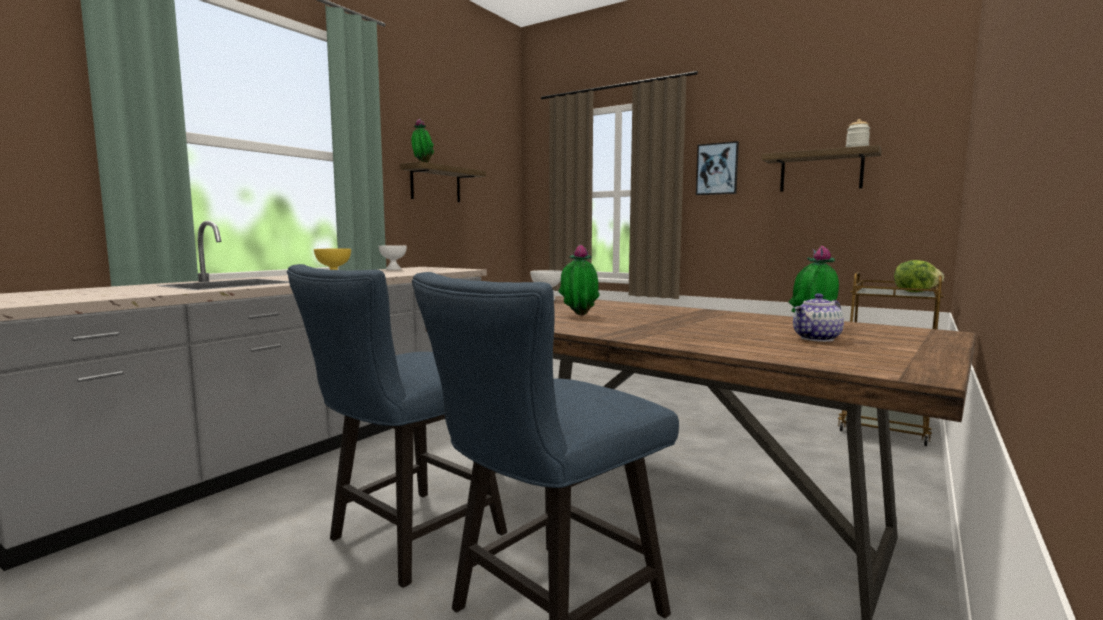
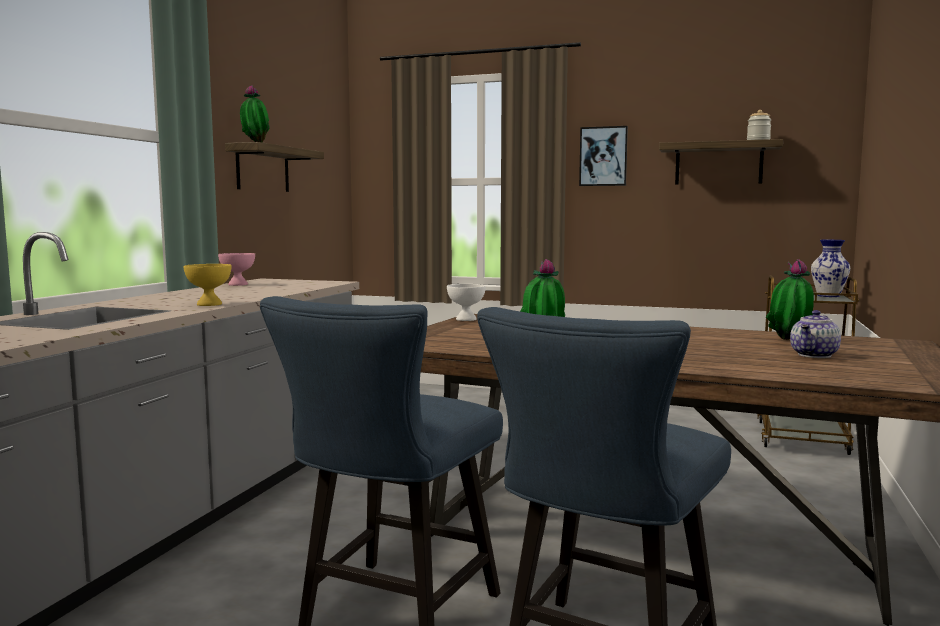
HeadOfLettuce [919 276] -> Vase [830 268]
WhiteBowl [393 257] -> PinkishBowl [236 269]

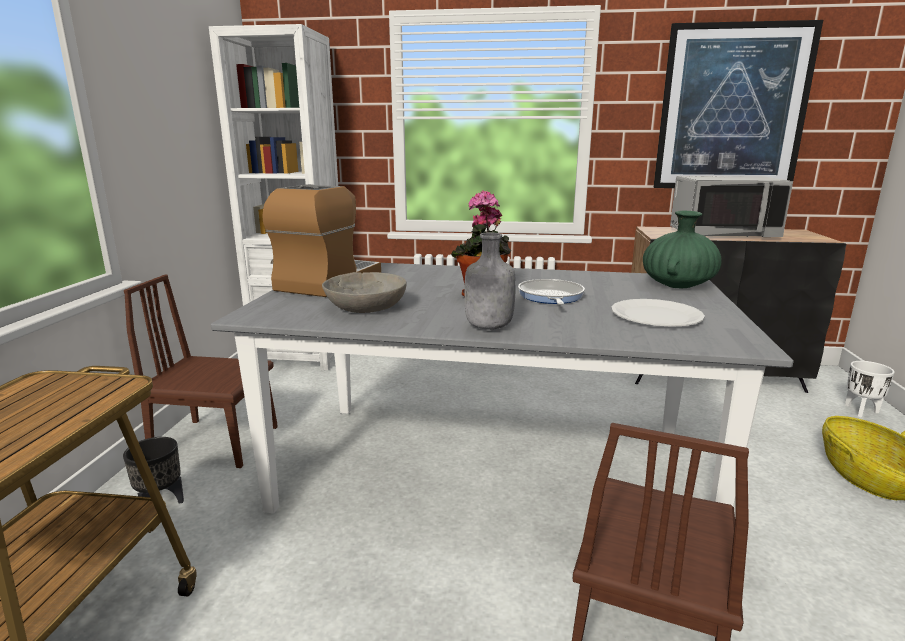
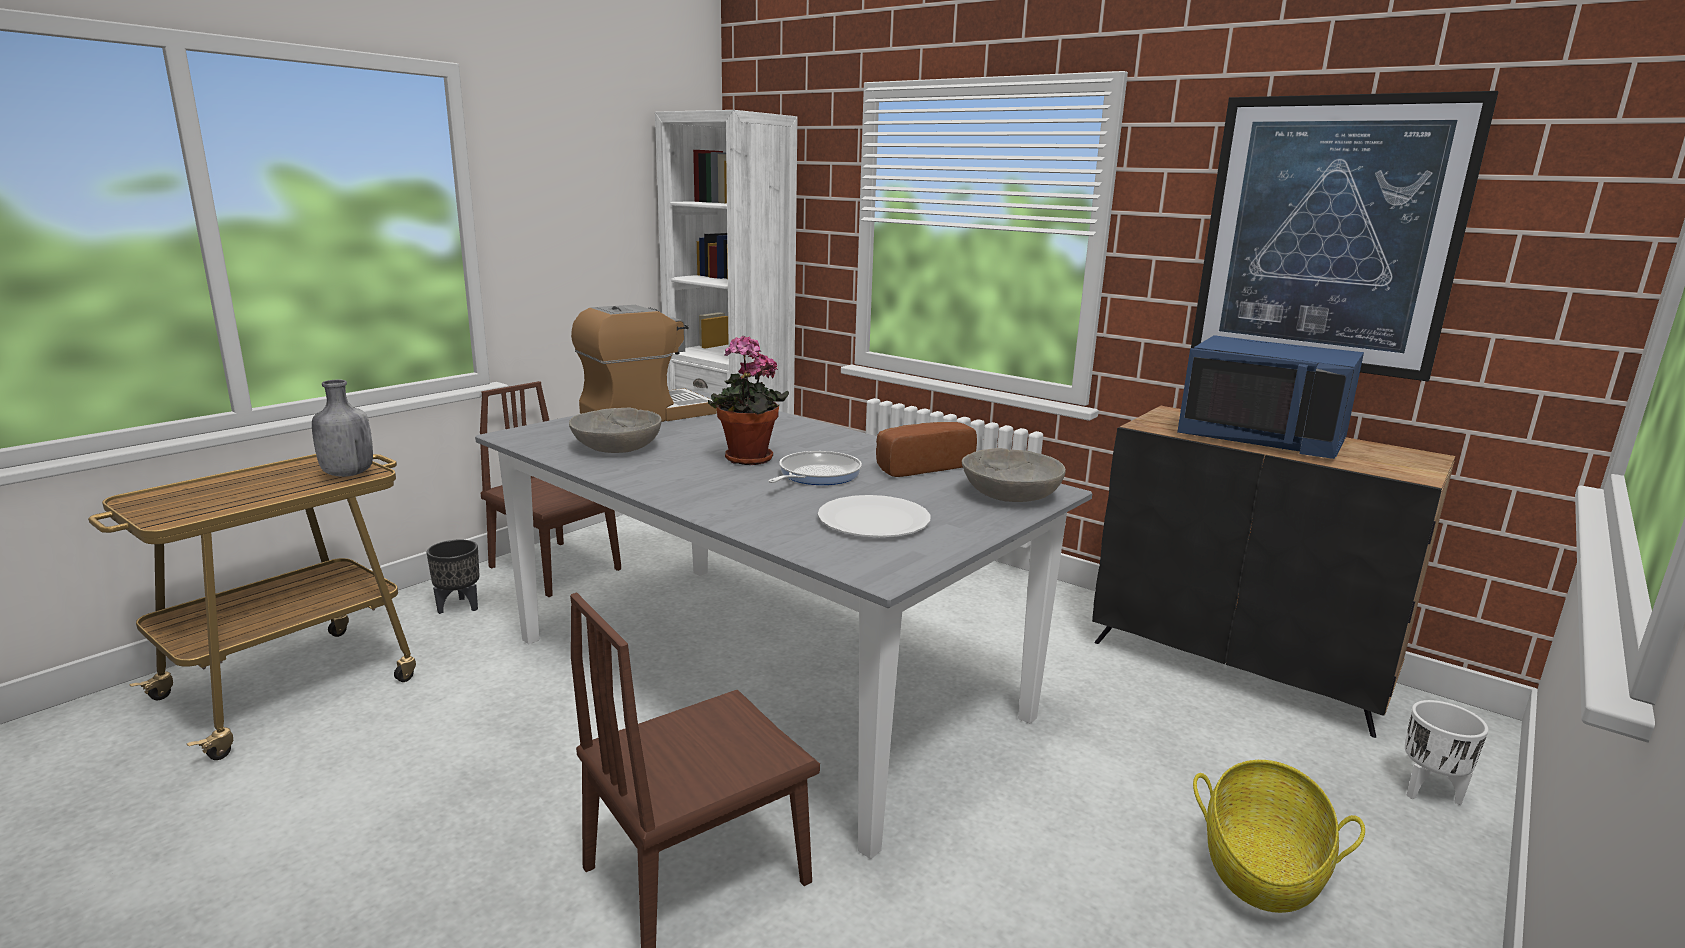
none -> BakedBread [926 449]
GreyishDrinkBottle [490 281] -> GreyishDrinkBottle [342 428], moved
GreenVase [682 249] -> GreyishBowl [1014 475]
GreyishMicrowaveOven [731 206] -> BluishMicrowaveOven [1270 397]

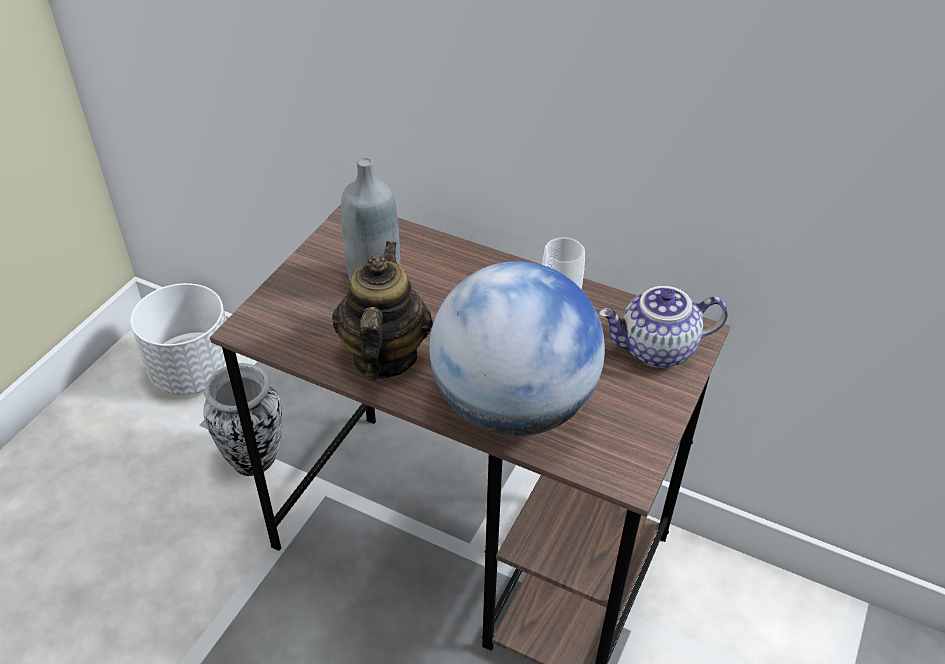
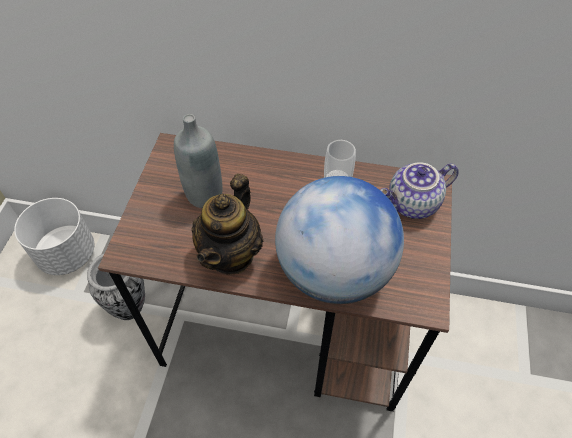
TeaPot [382 311] -> TeaPot [227 224], 150 degrees counterclockwise

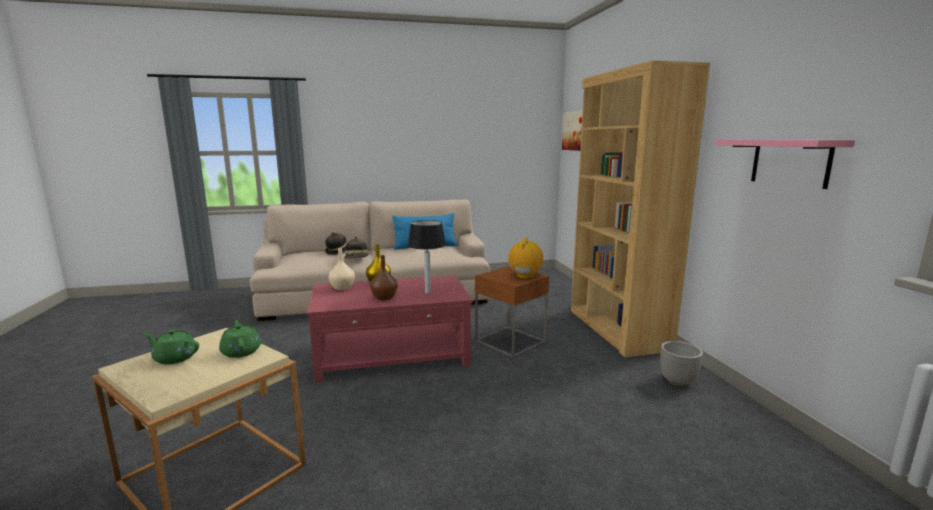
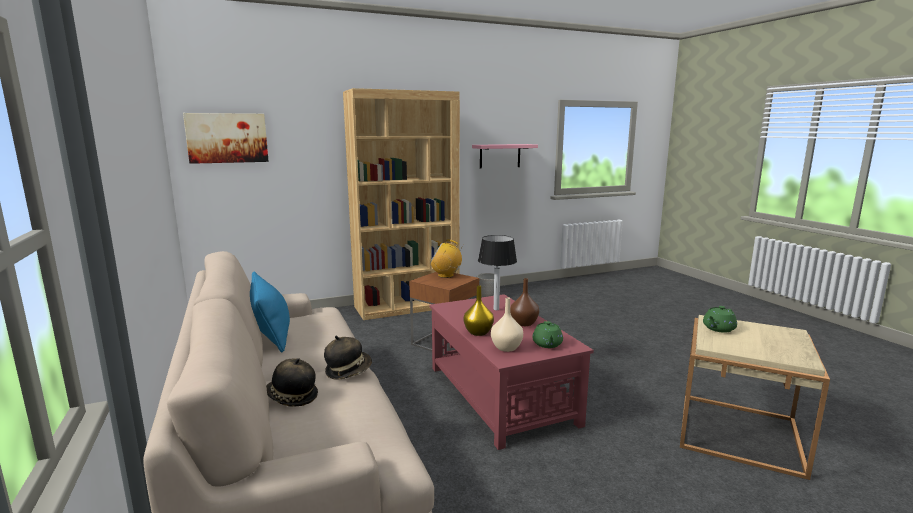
GreenTeaPot [171 347] -> GreenTeaPot [547 334], moved

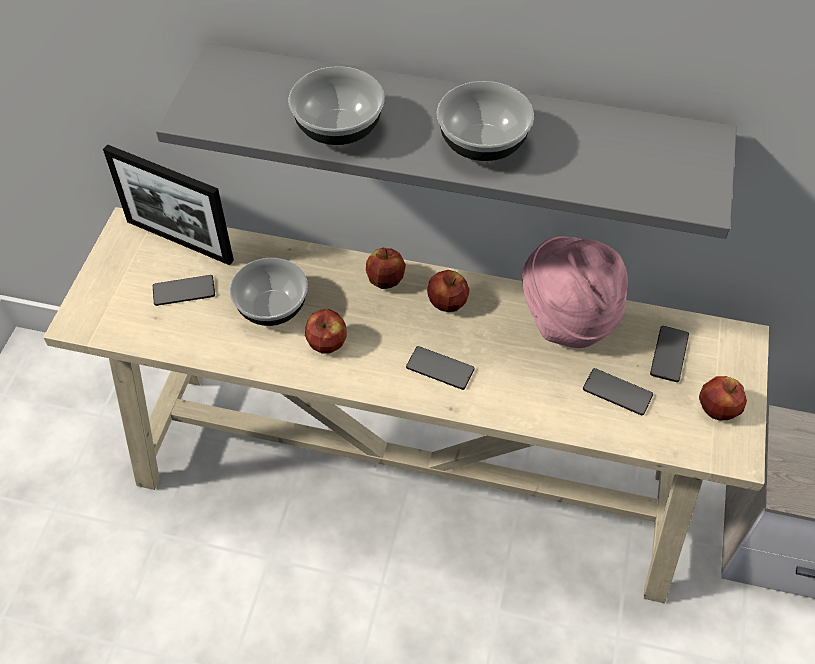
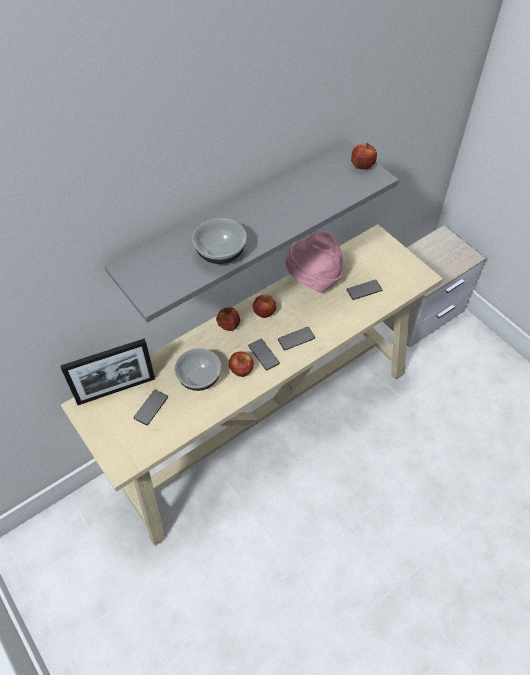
Bowl [485 121] -> none
Telephone [669 354] -> Telephone [264 354], moved
WholeApple [723 398] -> WholeApple [364 156], moved

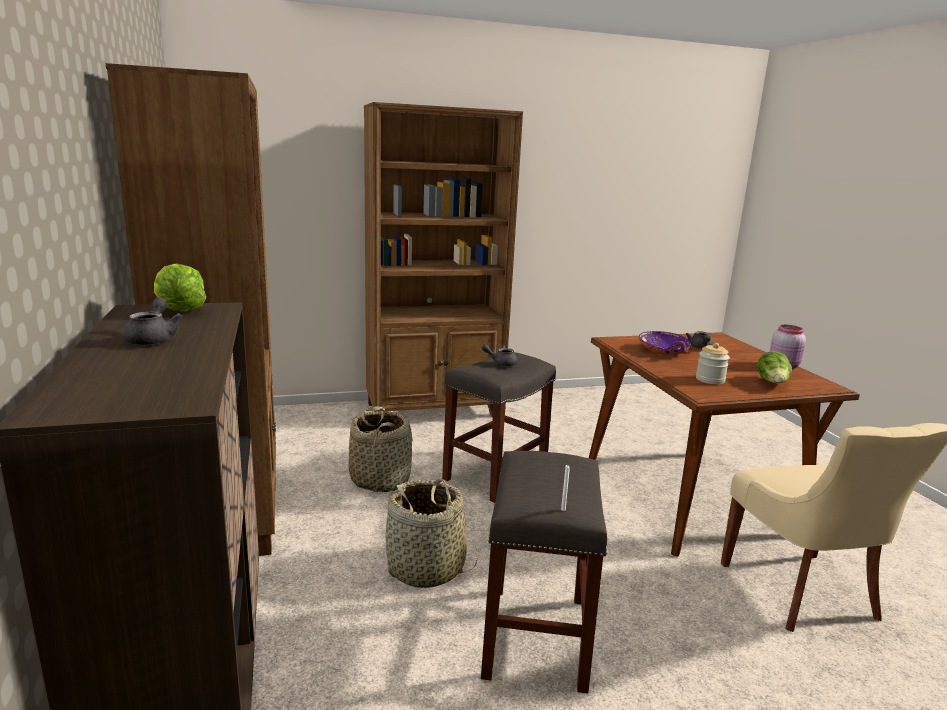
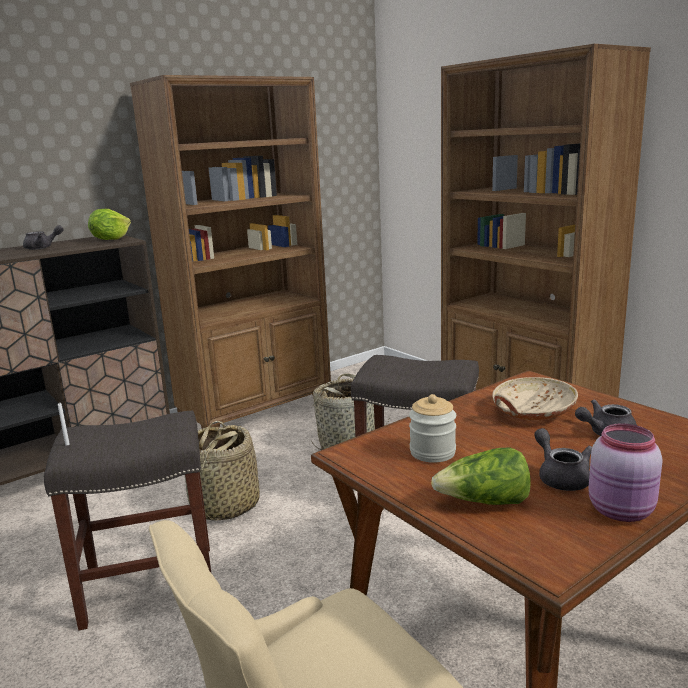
GreyishTeaPot [499 355] -> GreyishTeaPot [563 459], moved
PurplishBowl [665 343] -> BeigeBowl [535 398]

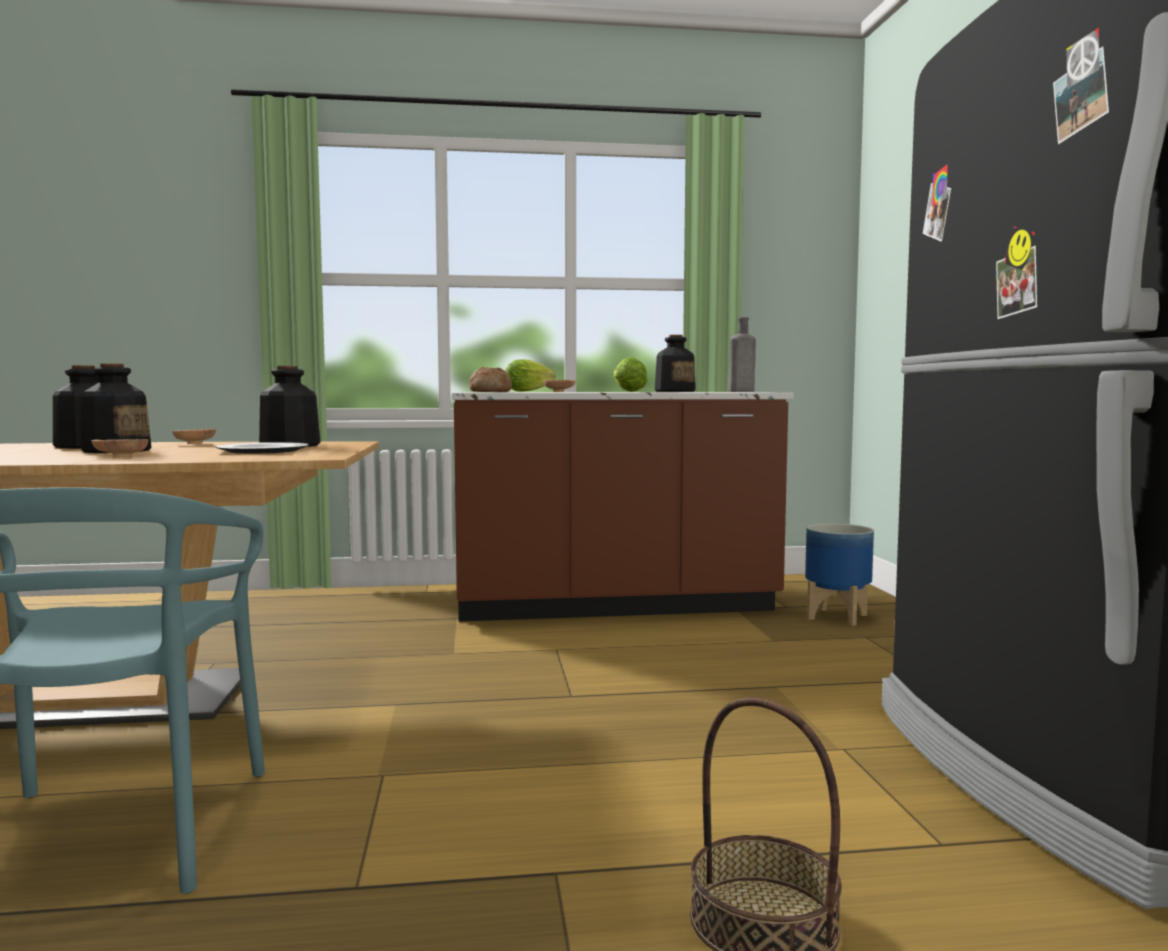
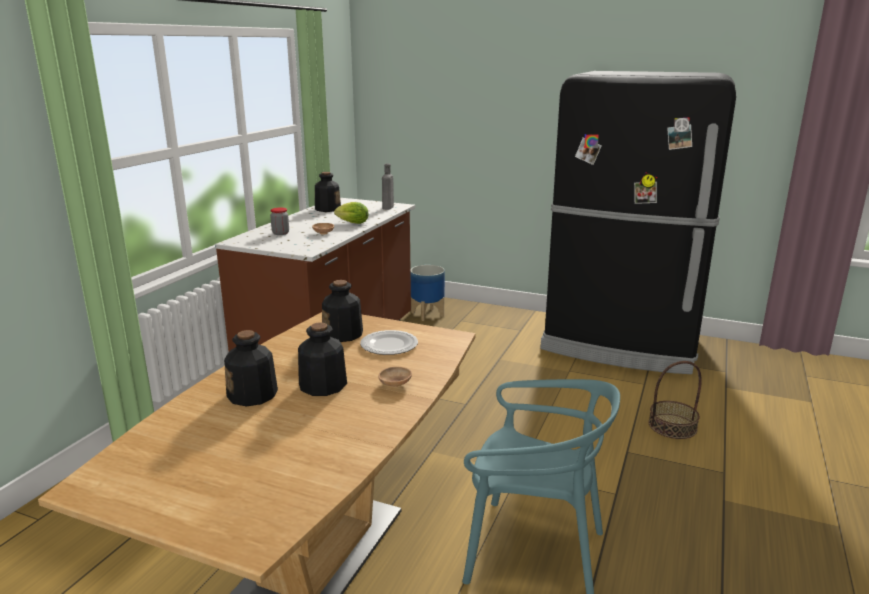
BrownishBowl [194 436] -> none
BakedBread [490 379] -> none
HeadOfLettuce [530 375] -> StorageJar [279 221]

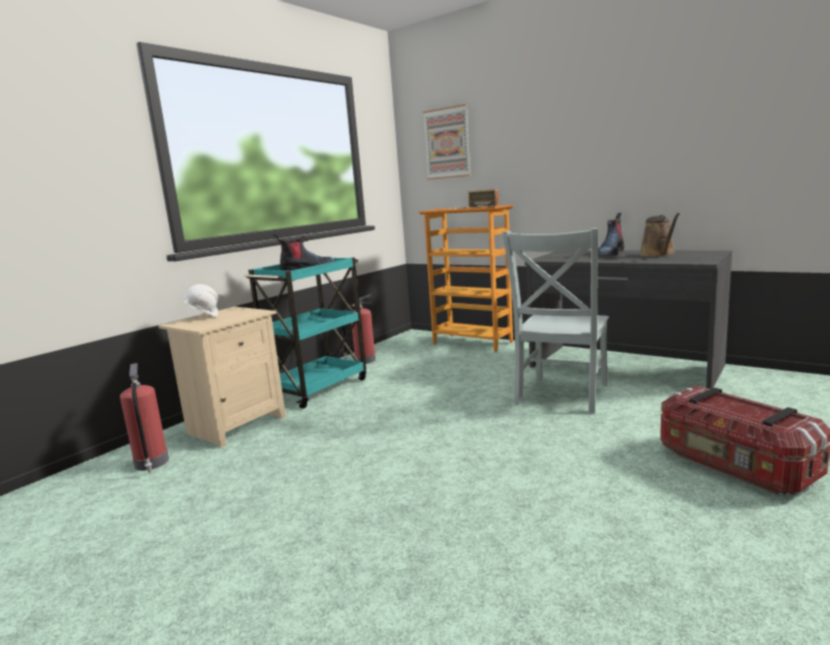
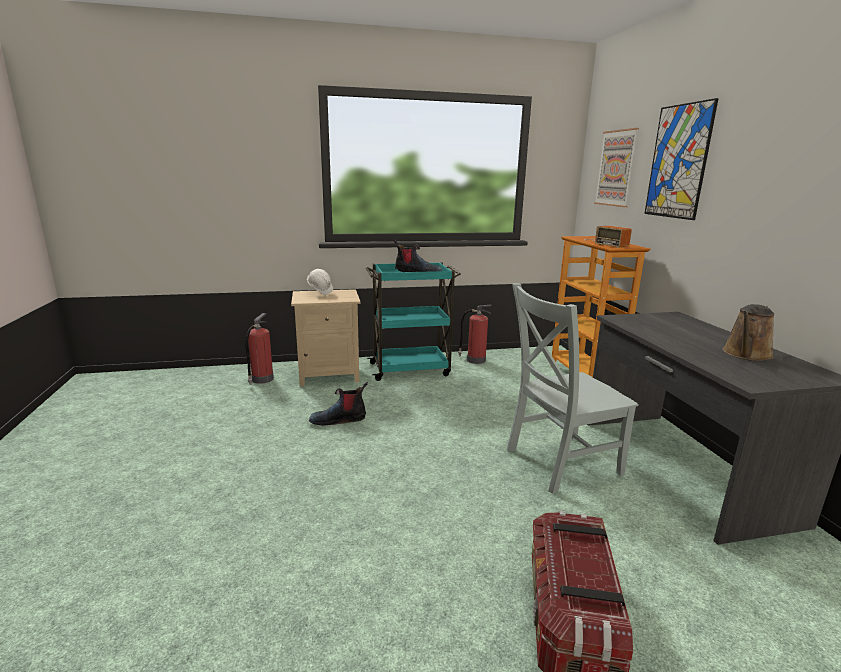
none -> WallPicture [681 159]
TallBoot [611 234] -> TallBoot [338 404], moved

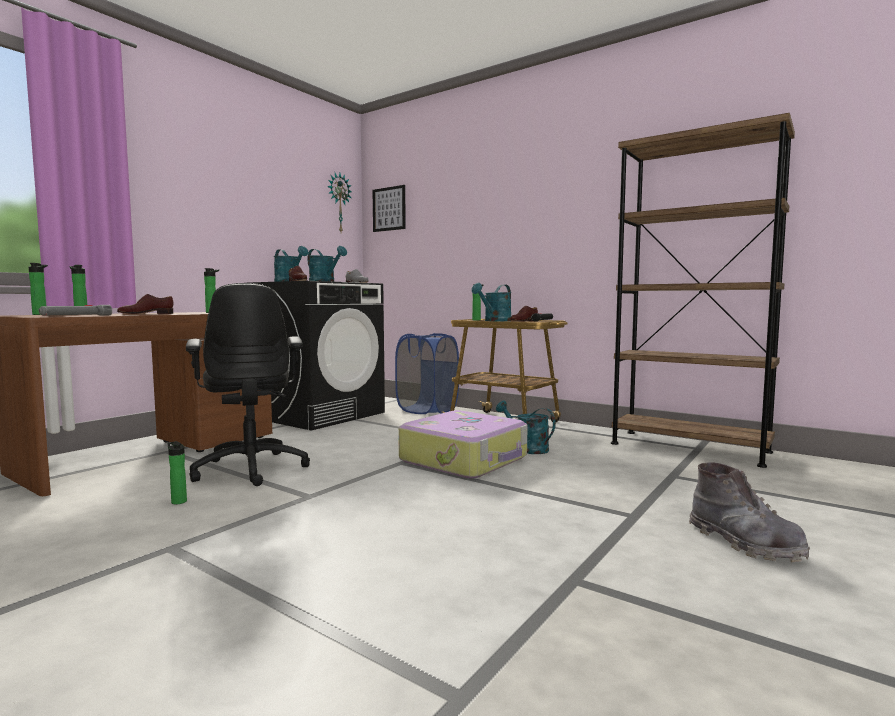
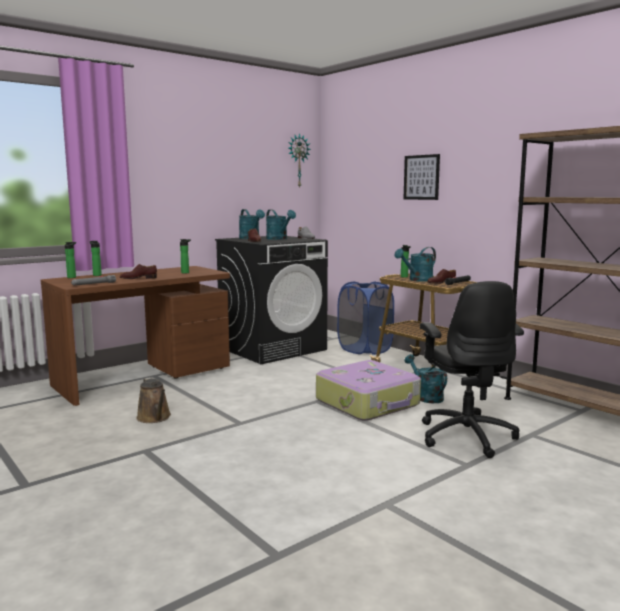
GreyishTallBoot [749 512] -> none
BlackComputerChair [248 384] -> BlackComputerChair [472 369], moved
WallPicture [389 208] -> WallPicture [421 177], moved
DrinkBottle [177 472] -> BrownishWateringPot [153 400]

